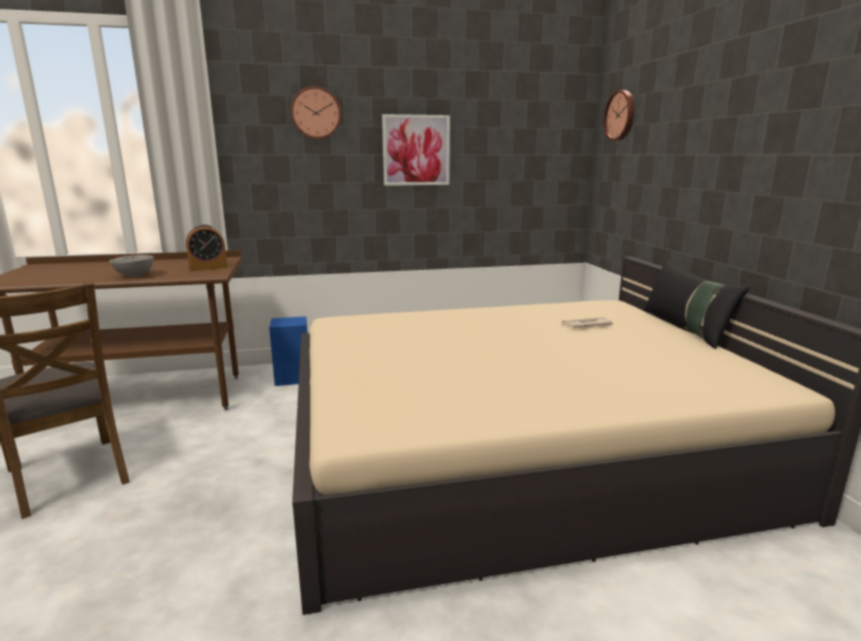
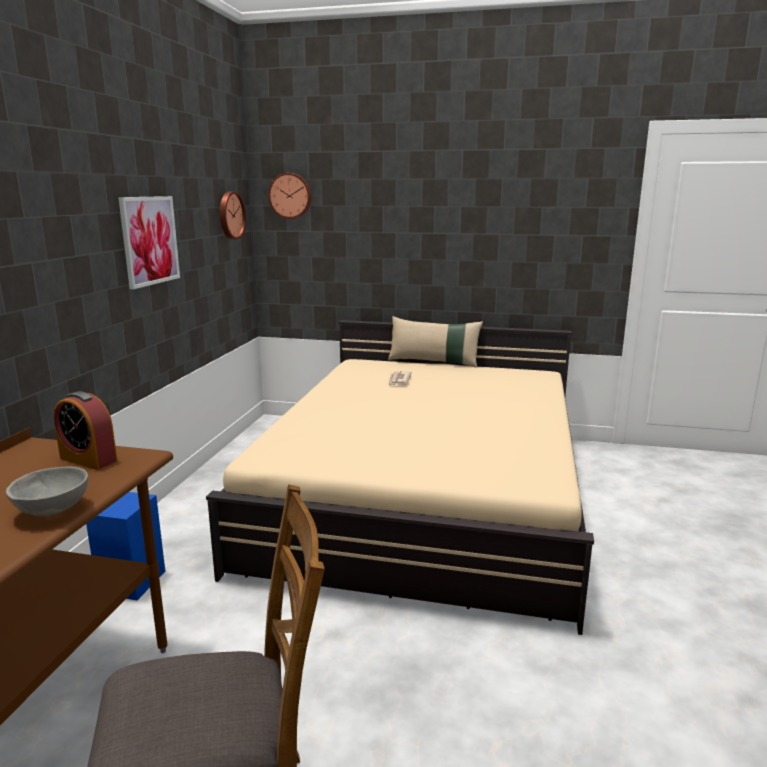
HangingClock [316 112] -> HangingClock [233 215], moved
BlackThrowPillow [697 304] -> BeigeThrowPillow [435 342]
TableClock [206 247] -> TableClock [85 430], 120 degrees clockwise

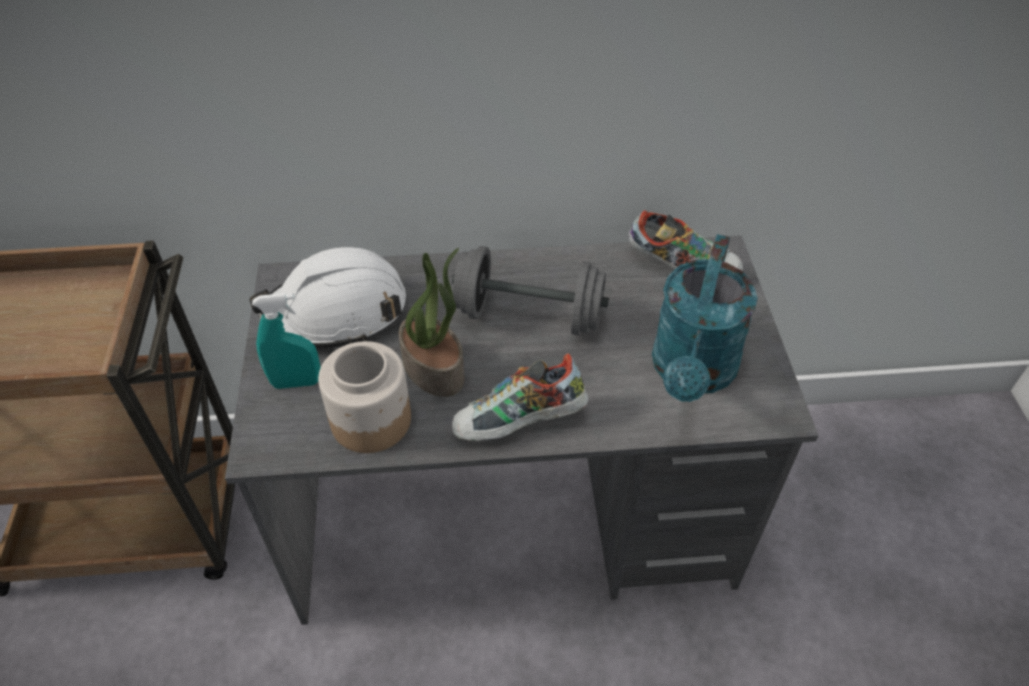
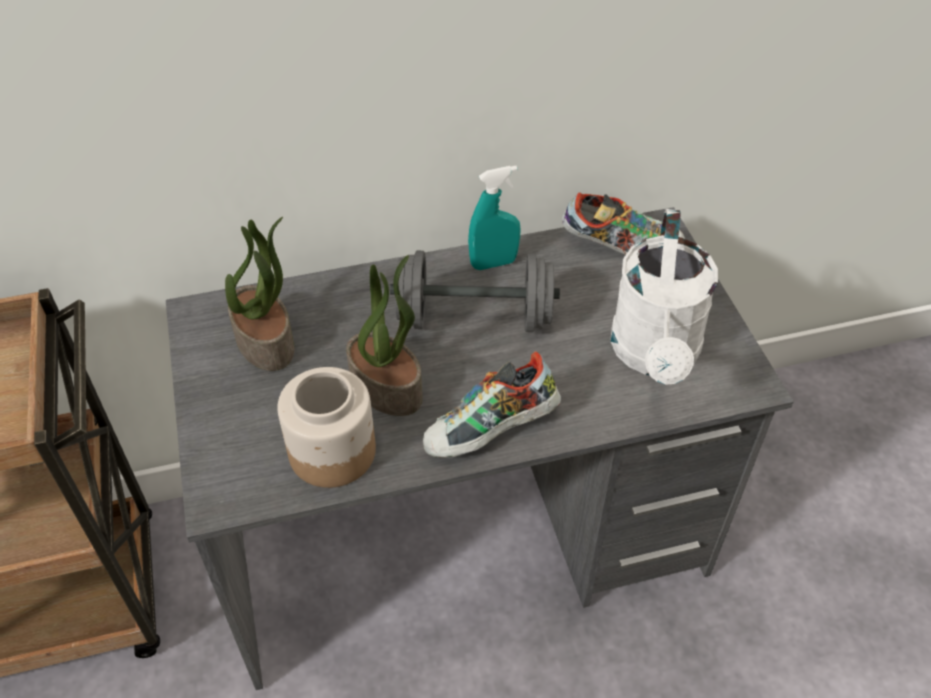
TurquoiseSprayer [286 341] -> TurquoiseSprayer [494 218], moved
WhiteHardHat [327 297] -> PottedPlant [260 294]
TurquoiseWateringPot [705 318] -> WhiteWateringPot [664 297]

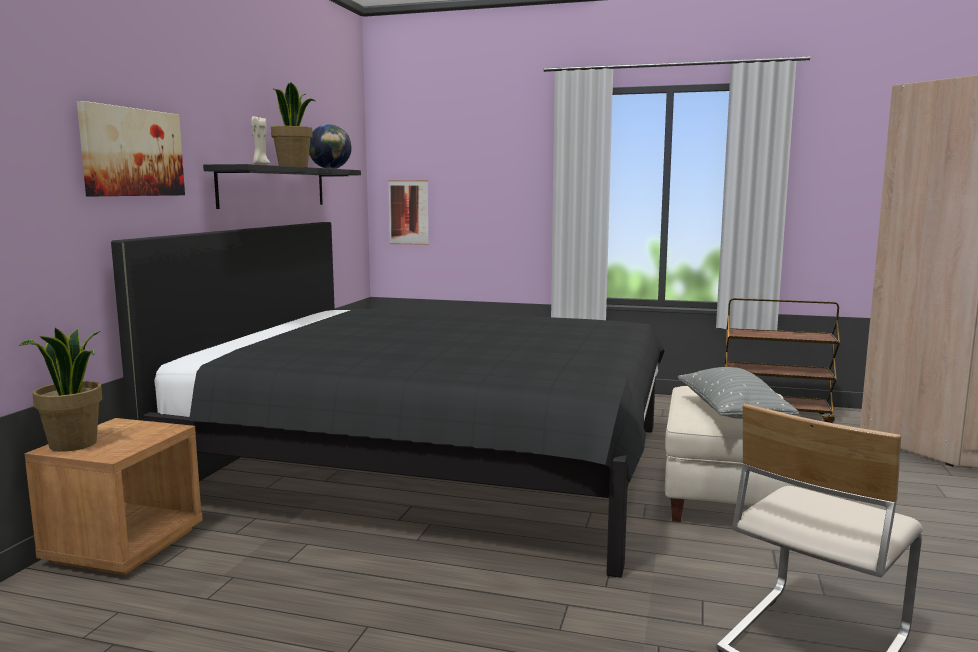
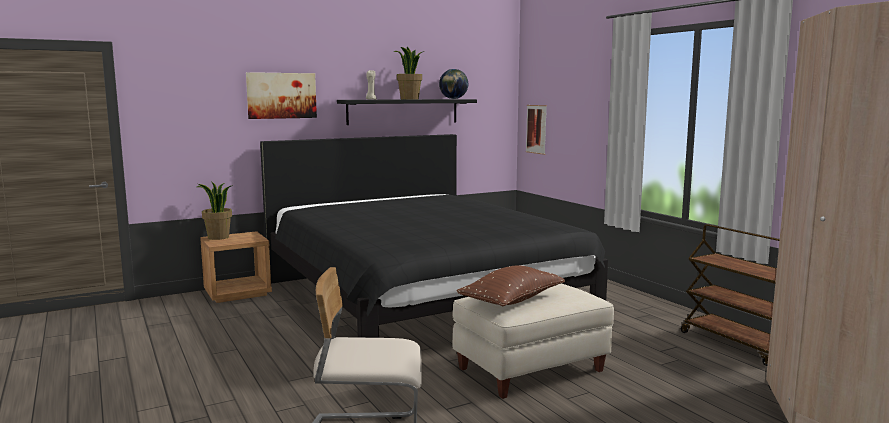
GreyishThrowPillow [738 393] -> BrownishThrowPillow [511 285]

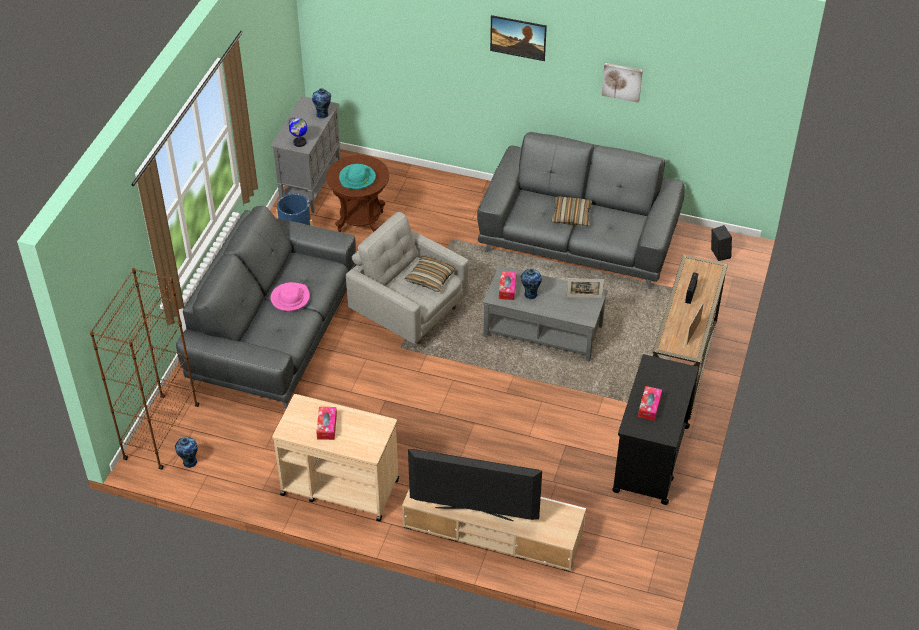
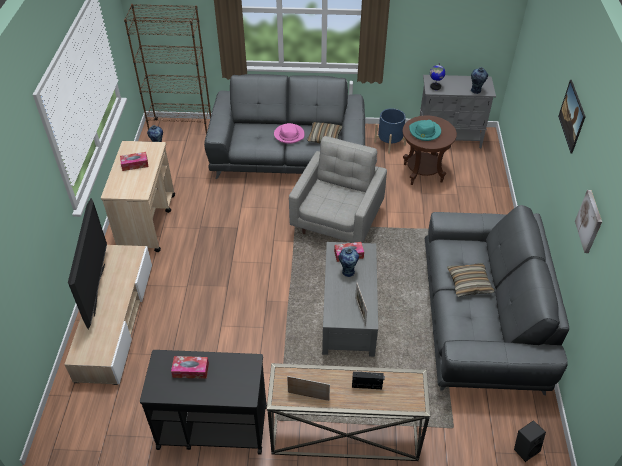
ThrowPillow [430 273] -> ThrowPillow [324 133], moved

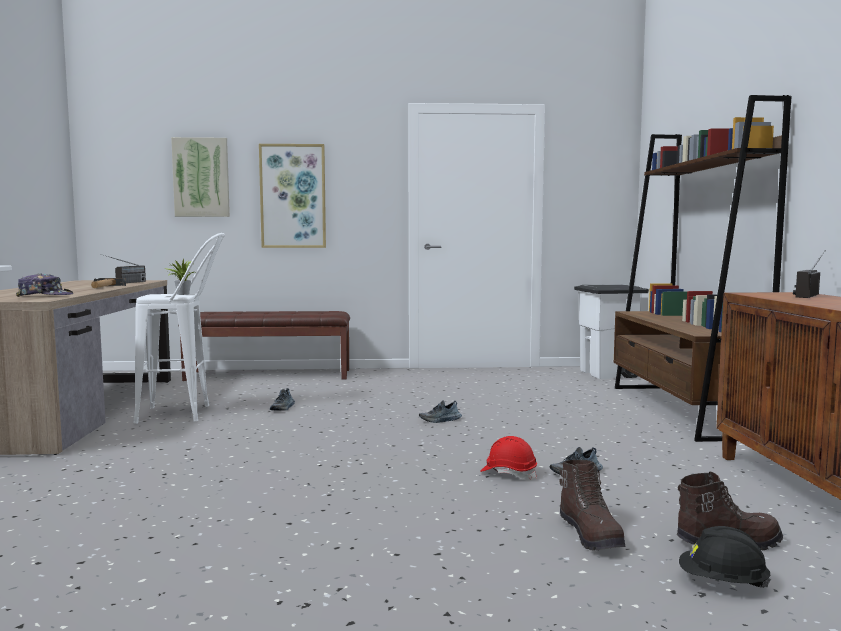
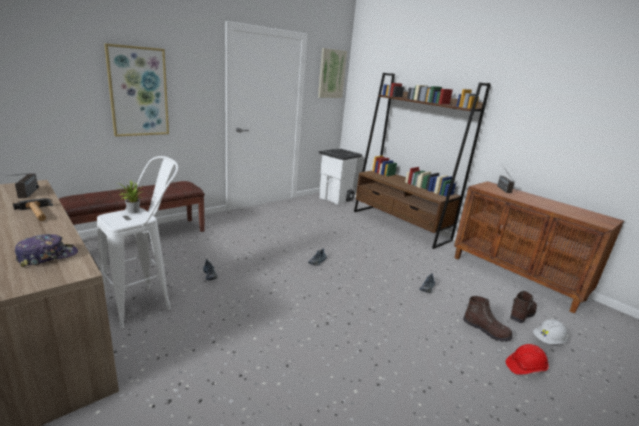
WallPicture [200 177] -> WallPicture [332 73], moved
RedHardHat [508 458] -> RedHardHat [527 359], moved
BlackHardHat [725 557] -> WhiteHardHat [550 331]

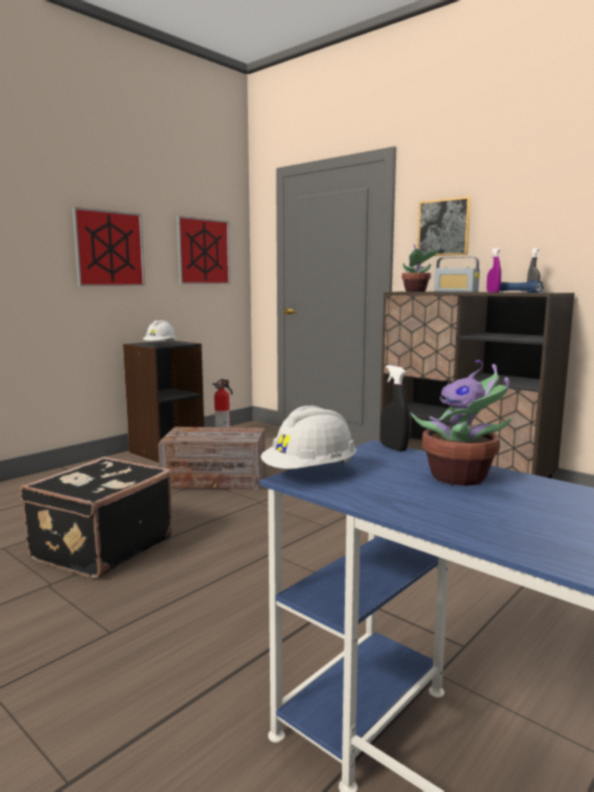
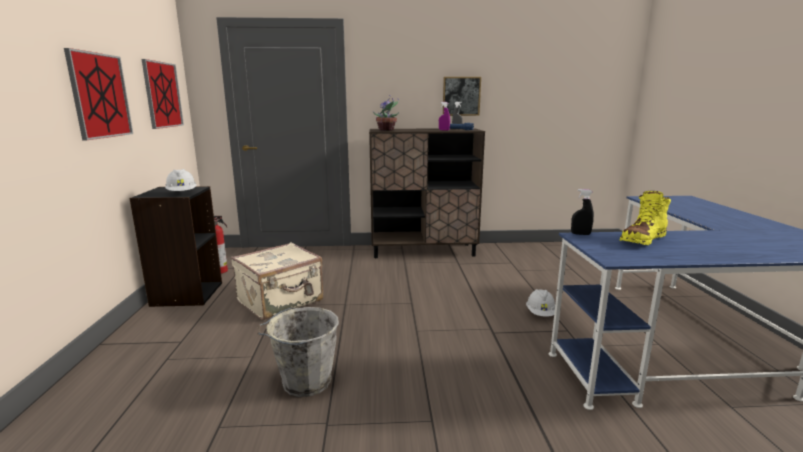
Radio [457 274] -> none
WhiteHardHat [308 437] -> WhiteHardHat [540 303], moved
WallPicture [444 226] -> WallPicture [462 96], moved
BlackTravelCase [96 518] -> GreyishPail [298 352]
Crate [211 459] -> BeigeTravelCase [277 281]
PottedPlant [462 423] -> YellowishTallBoot [645 218]

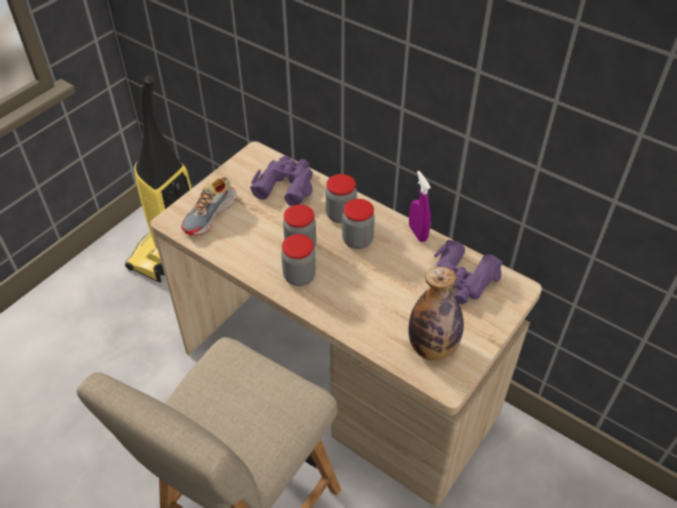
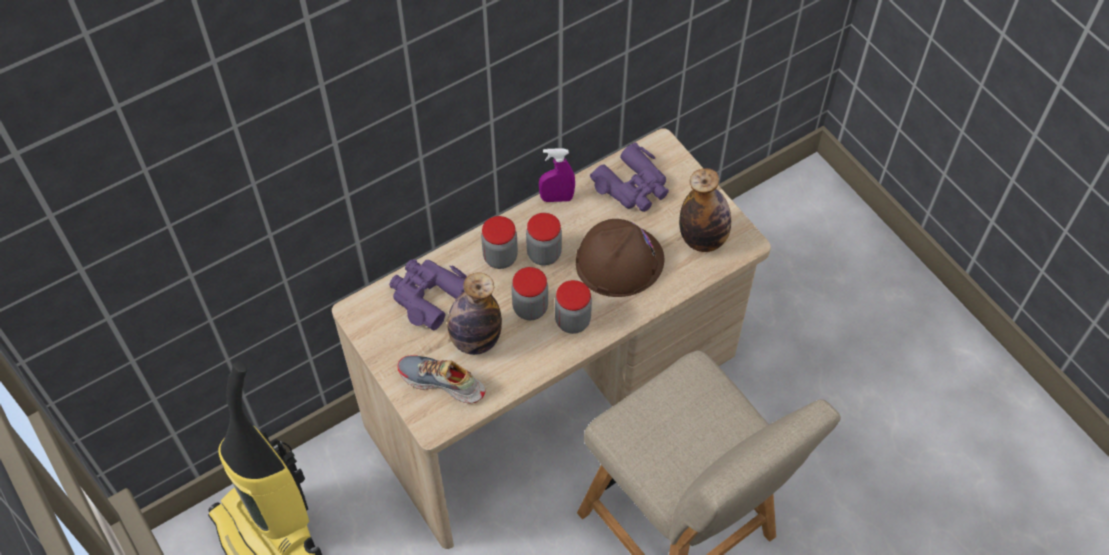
none -> DrinkBottle [474 313]
none -> BrownishHardHat [620 258]
ItemOfFootwear [209 206] -> ItemOfFootwear [441 379], 150 degrees clockwise

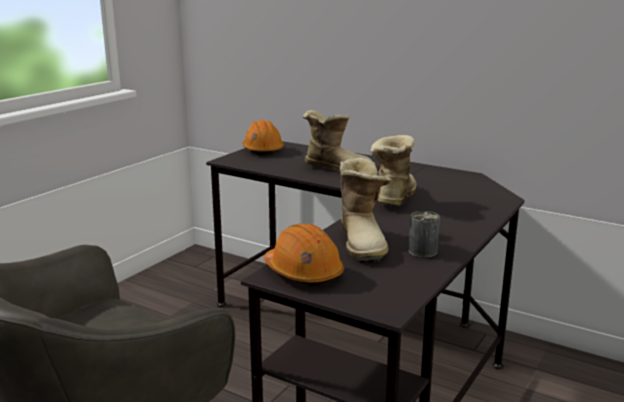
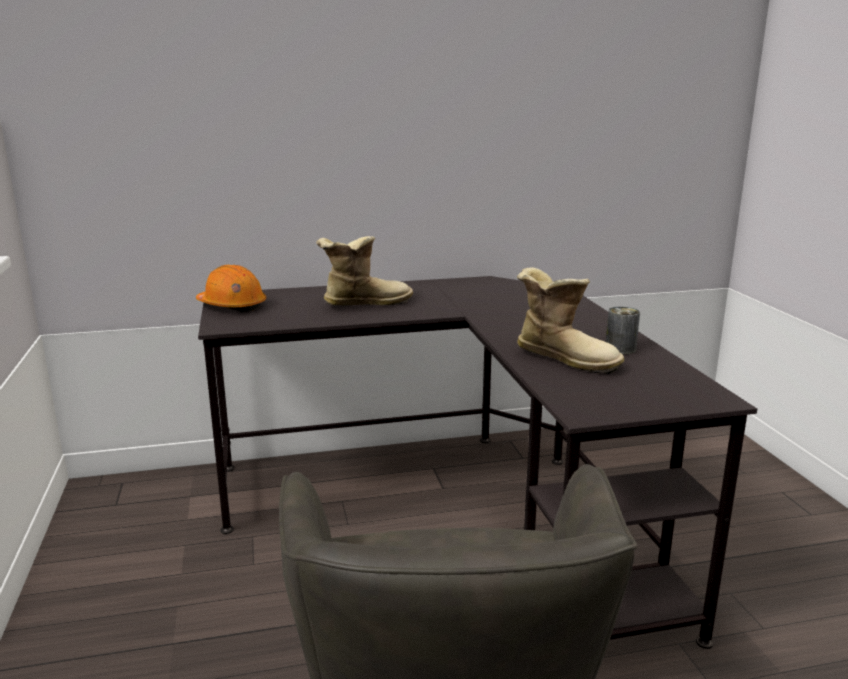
OrangeColouredHardHat [304 255] -> none
TallBoot [393 170] -> none

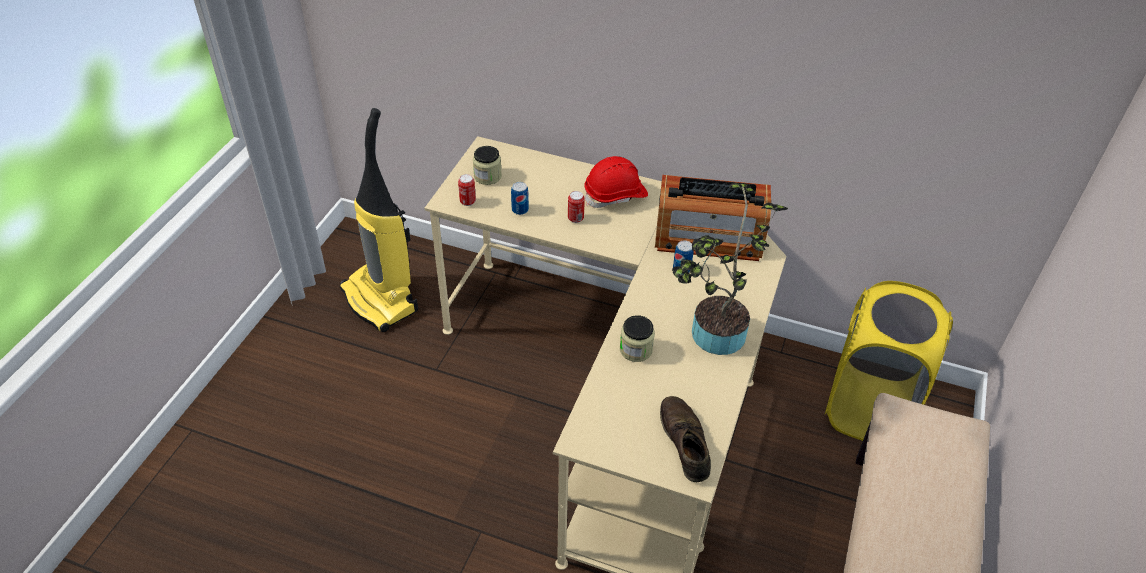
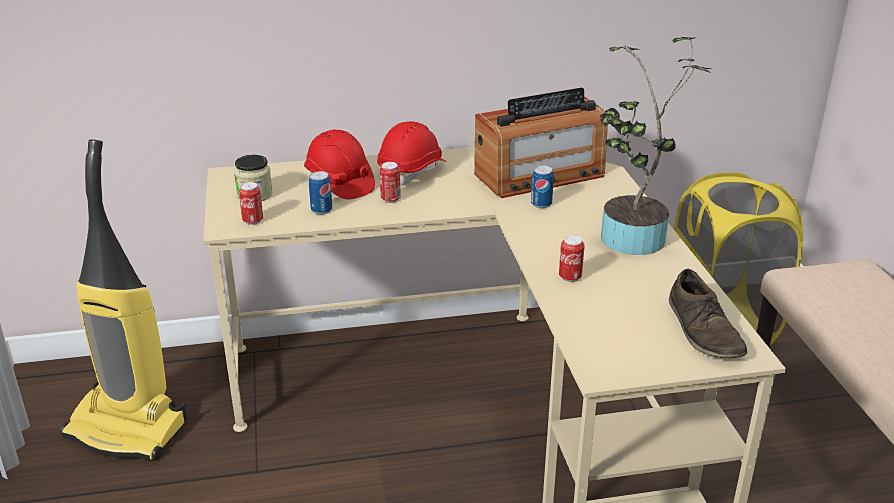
none -> RedHardHat [339 164]
StorageJar [637 338] -> MetalCan [572 258]
BrownishItemOfFootwear [685 439] -> BrownishItemOfFootwear [708 314], 150 degrees counterclockwise

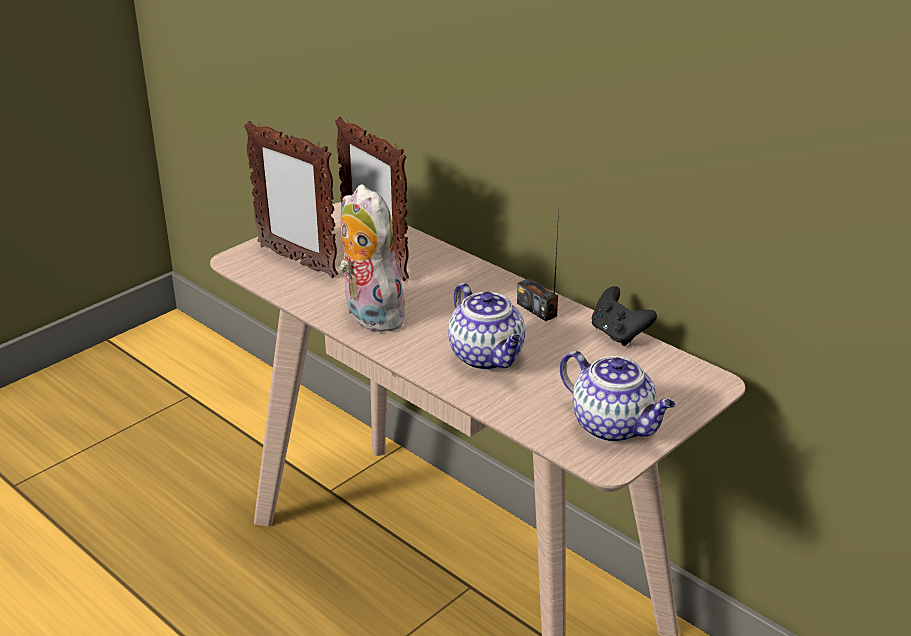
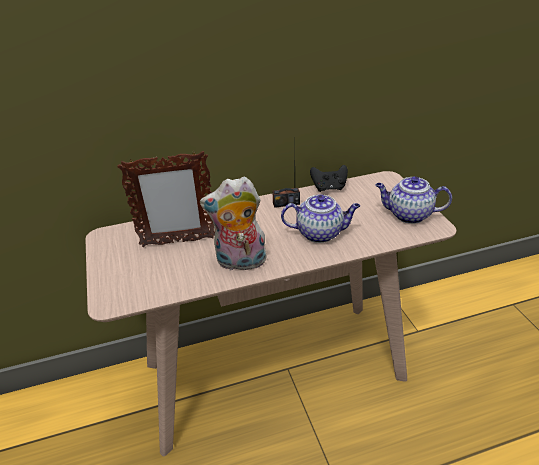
PhotoFrame [291 199] -> none
TeaPot [618 396] -> TeaPot [413 200], 150 degrees counterclockwise

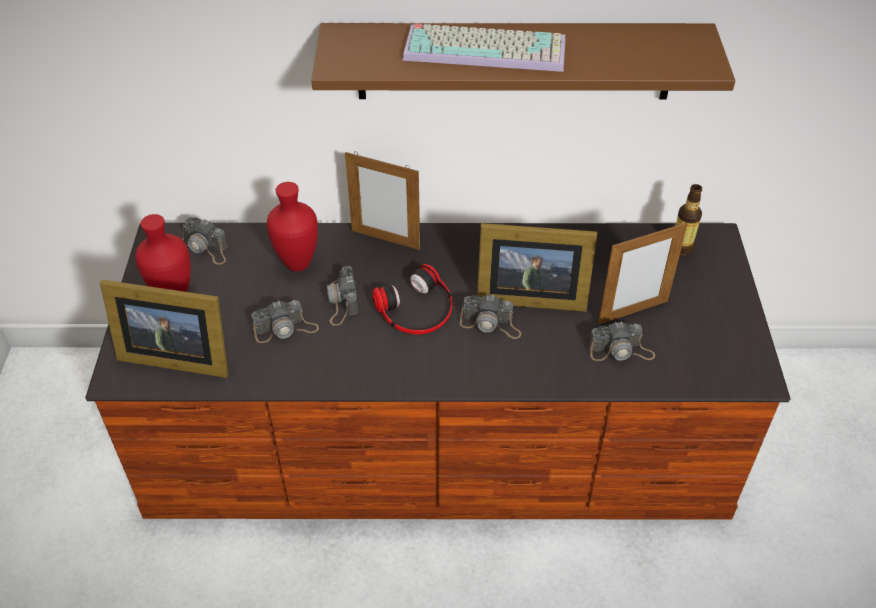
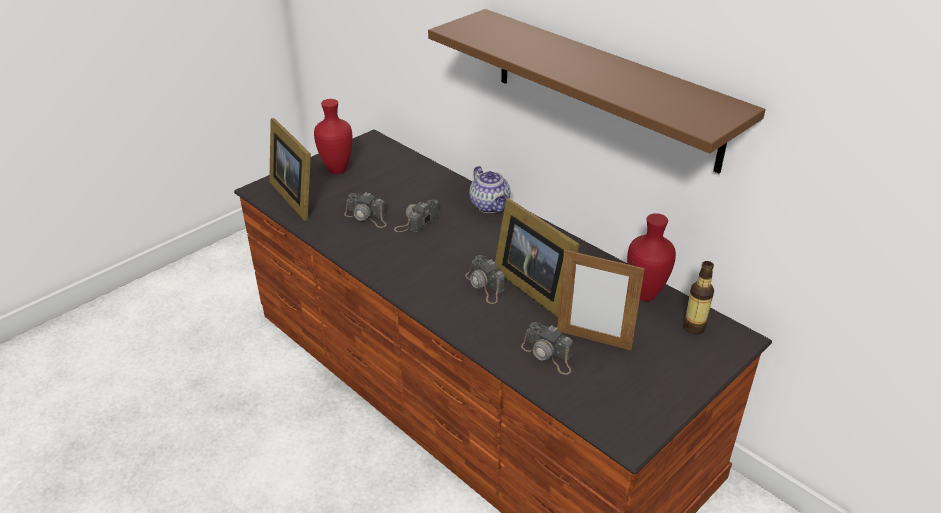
PhotoCamera [205 241] -> none
Headphones [412 299] -> none
ComputerKeyboard [484 48] -> none
RedVase [292 226] -> RedVase [651 257], moved
PhotoFrame [382 200] -> TeaPot [489 189]

